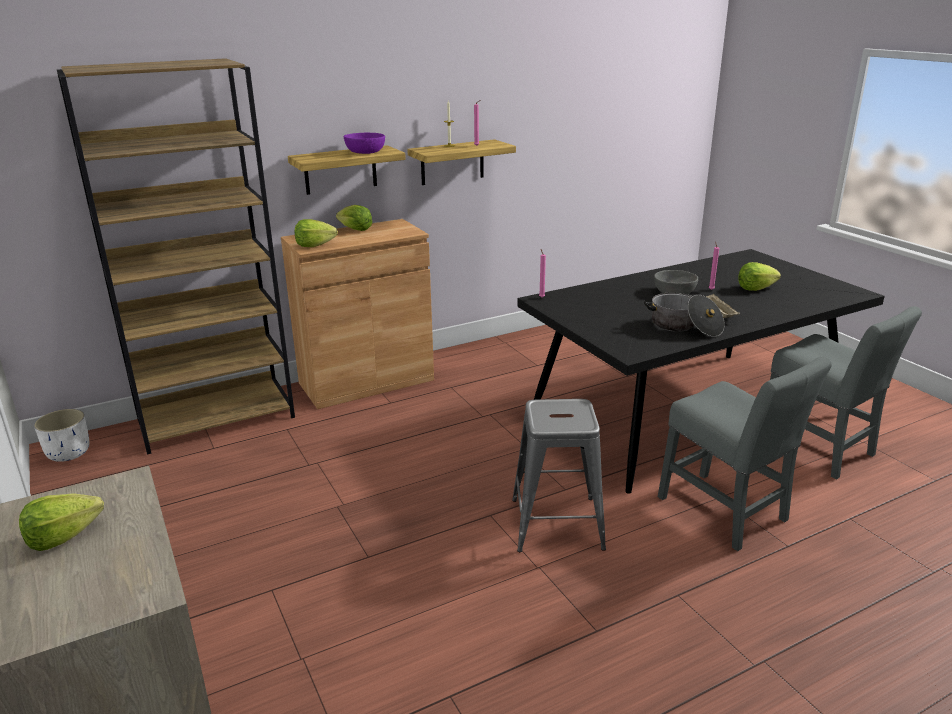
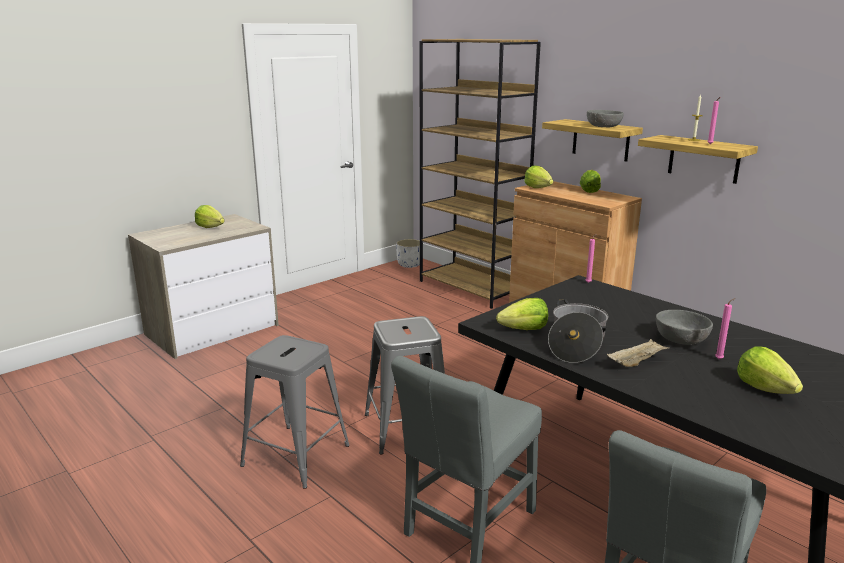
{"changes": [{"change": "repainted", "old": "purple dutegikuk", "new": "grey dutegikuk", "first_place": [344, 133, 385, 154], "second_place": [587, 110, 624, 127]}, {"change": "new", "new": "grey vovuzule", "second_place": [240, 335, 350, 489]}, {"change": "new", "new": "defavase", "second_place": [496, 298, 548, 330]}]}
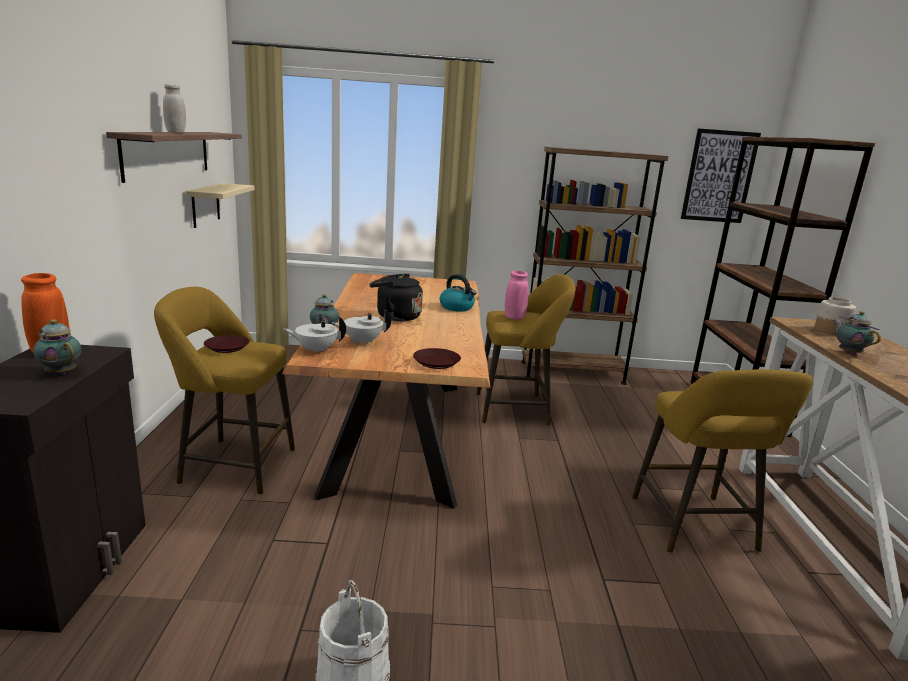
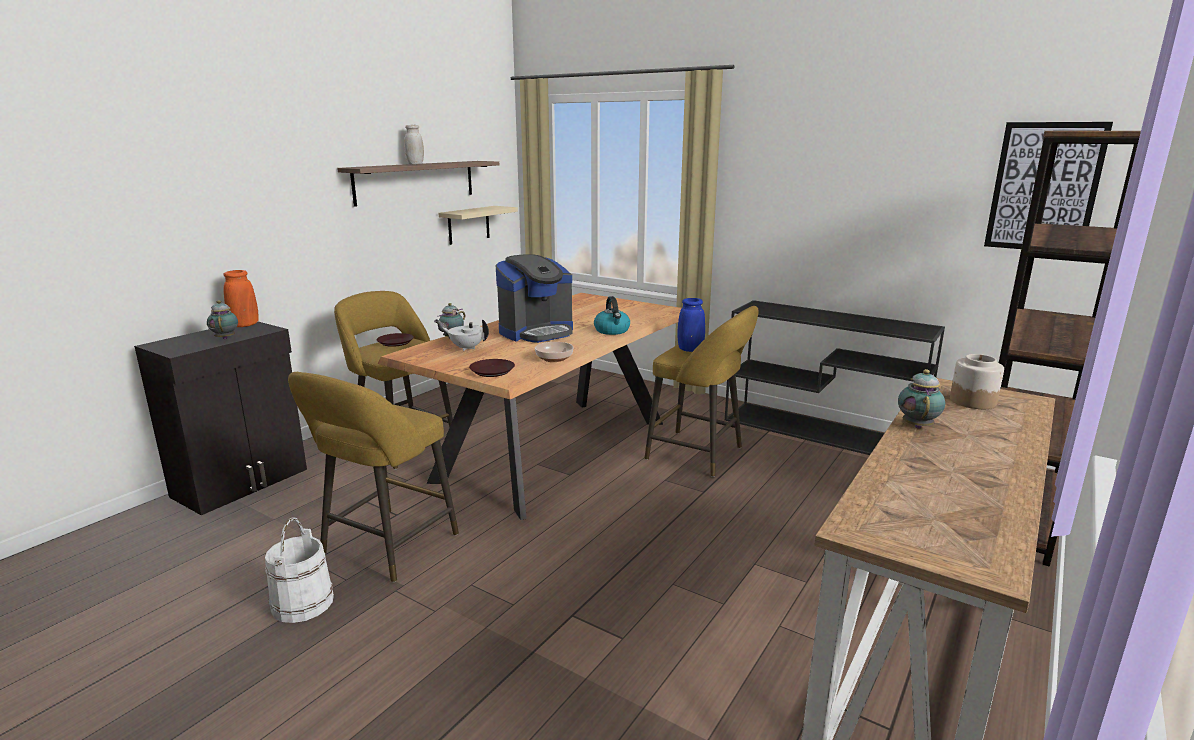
{"changes": [{"change": "gone", "old": "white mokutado", "first_place": [284, 316, 346, 354]}, {"change": "swapped", "old": "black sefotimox", "new": "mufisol", "first_place": [369, 273, 423, 321], "second_place": [496, 254, 573, 343]}, {"change": "repainted", "old": "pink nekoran", "new": "blue nekoran", "first_place": [505, 271, 529, 319], "second_place": [677, 298, 705, 352]}, {"change": "swapped", "old": "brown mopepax", "new": "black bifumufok", "first_place": [521, 147, 669, 385], "second_place": [725, 300, 945, 455]}, {"change": "shifted", "old": "yellow vovuzule", "first_place": [632, 369, 813, 553], "second_place": [288, 372, 459, 583]}, {"change": "new", "new": "dutegikuk", "second_place": [535, 342, 573, 362]}]}
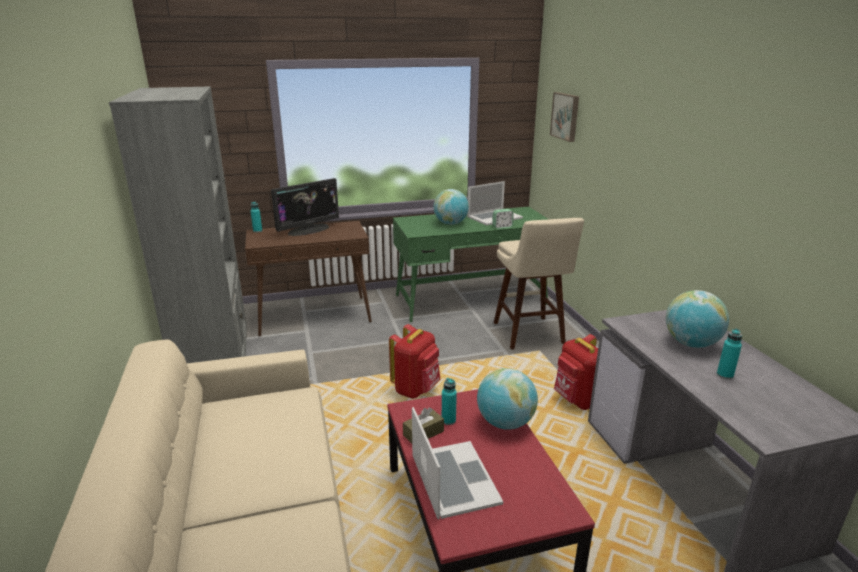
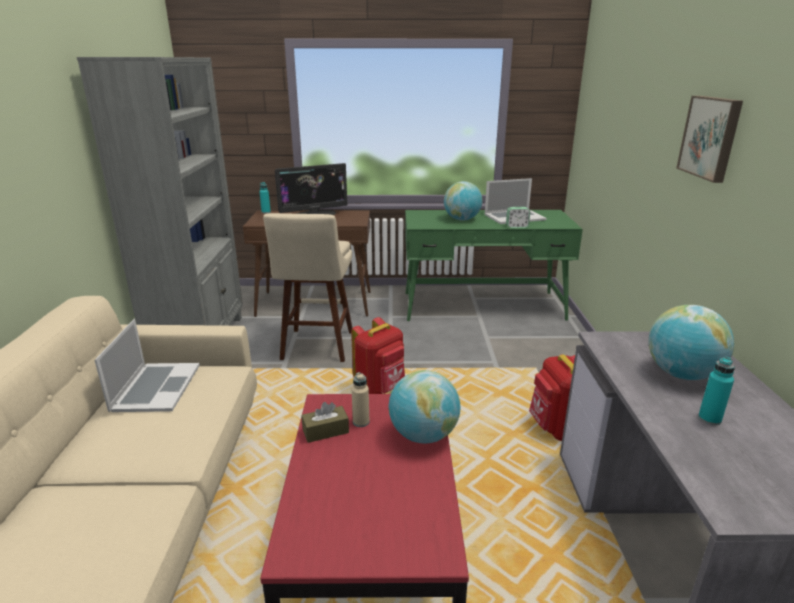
{"changes": [{"change": "shifted", "old": "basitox", "first_place": [412, 407, 503, 519], "second_place": [95, 319, 200, 412]}, {"change": "repainted", "old": "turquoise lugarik", "new": "beige lugarik", "first_place": [442, 378, 457, 425], "second_place": [352, 372, 370, 427]}, {"change": "shifted", "old": "beige vovuzule", "first_place": [494, 218, 584, 350], "second_place": [263, 213, 352, 362]}, {"change": "shifted", "old": "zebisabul", "first_place": [550, 92, 579, 142], "second_place": [676, 96, 743, 183]}]}
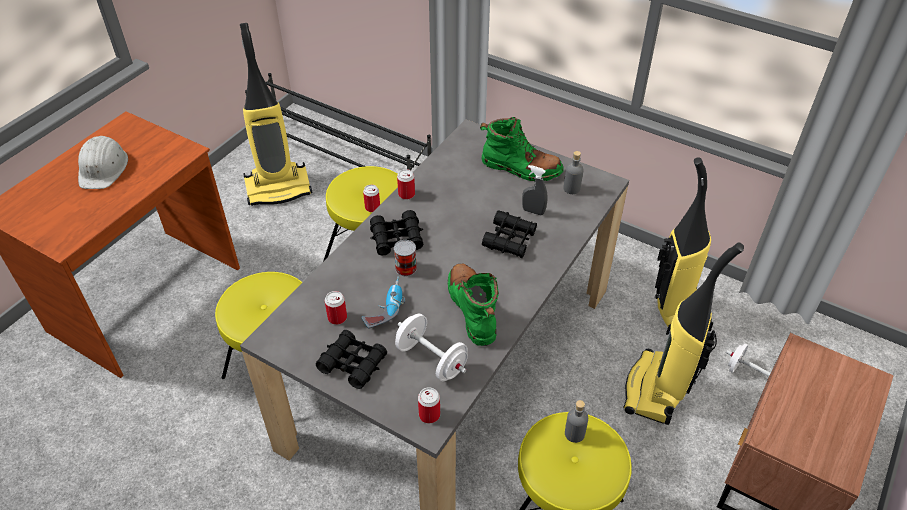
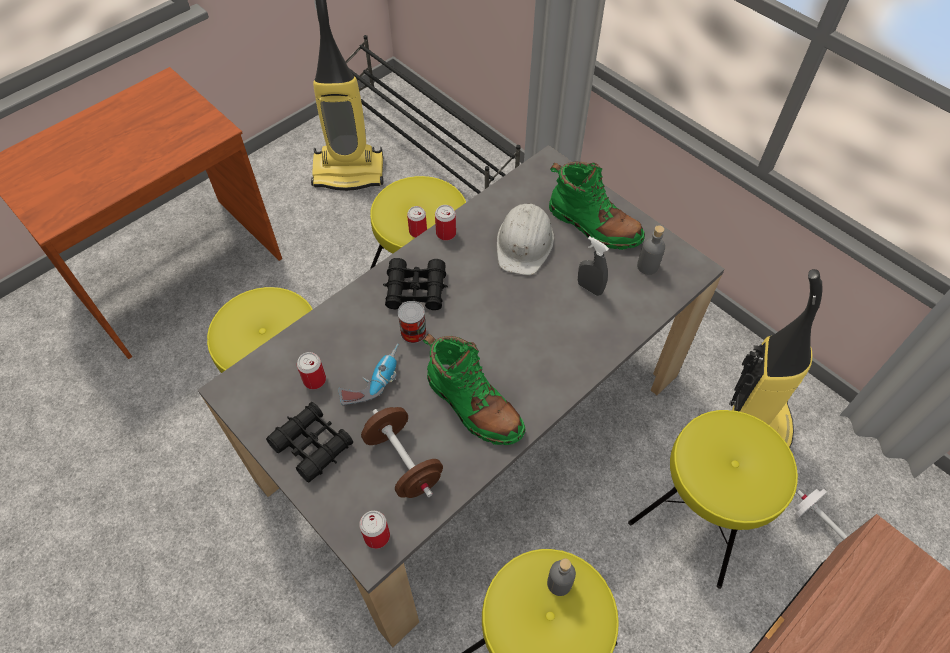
{"changes": [{"change": "shifted", "old": "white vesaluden", "first_place": [78, 136, 128, 189], "second_place": [497, 203, 554, 275]}, {"change": "repainted", "old": "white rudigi", "new": "brown rudigi", "first_place": [395, 313, 468, 381], "second_place": [361, 407, 443, 498]}, {"change": "rotated", "old": "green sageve", "first_place": [448, 263, 499, 346], "second_place": [423, 334, 525, 445], "degrees": 135}, {"change": "gone", "old": "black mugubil", "first_place": [482, 211, 537, 258]}, {"change": "swapped", "old": "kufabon", "new": "yellow vovuzule", "first_place": [624, 242, 744, 425], "second_place": [628, 410, 798, 589]}]}
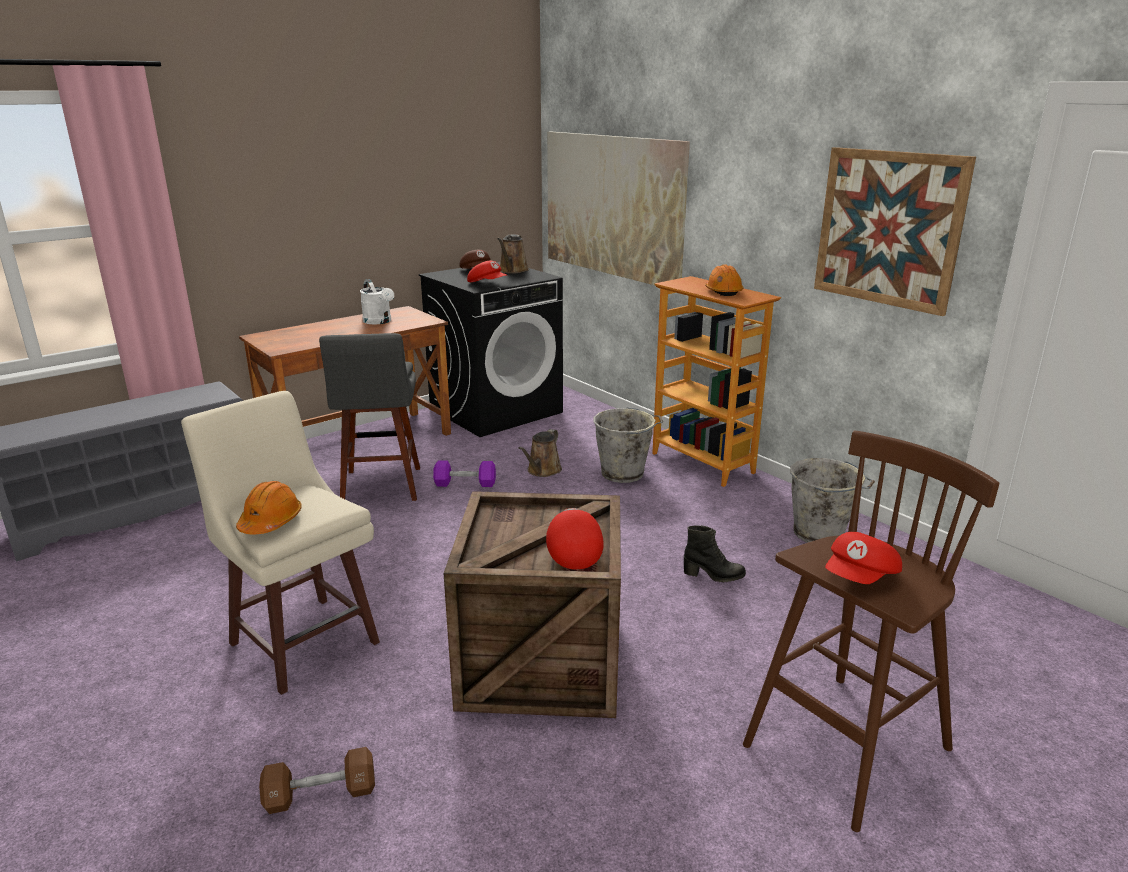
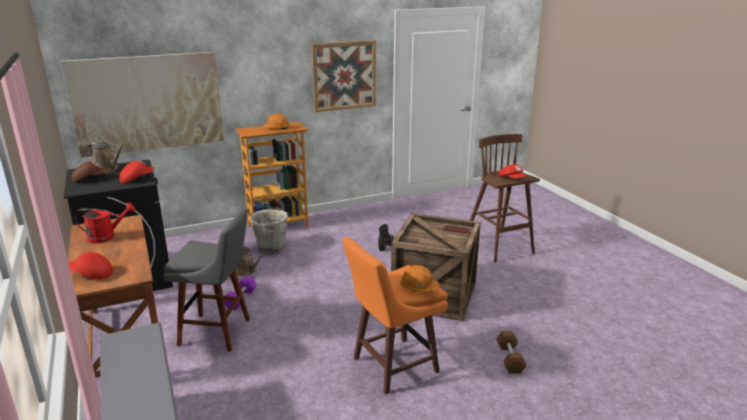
{"changes": [{"change": "repainted", "old": "beige vovuzule", "new": "orange vovuzule", "first_place": [181, 391, 380, 695], "second_place": [343, 237, 448, 394]}, {"change": "repainted", "old": "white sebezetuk", "new": "red sebezetuk", "first_place": [360, 279, 394, 325], "second_place": [75, 203, 135, 243]}, {"change": "shifted", "old": "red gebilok", "first_place": [546, 508, 604, 570], "second_place": [68, 252, 113, 279]}, {"change": "gone", "old": "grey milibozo", "first_place": [790, 458, 875, 543]}]}
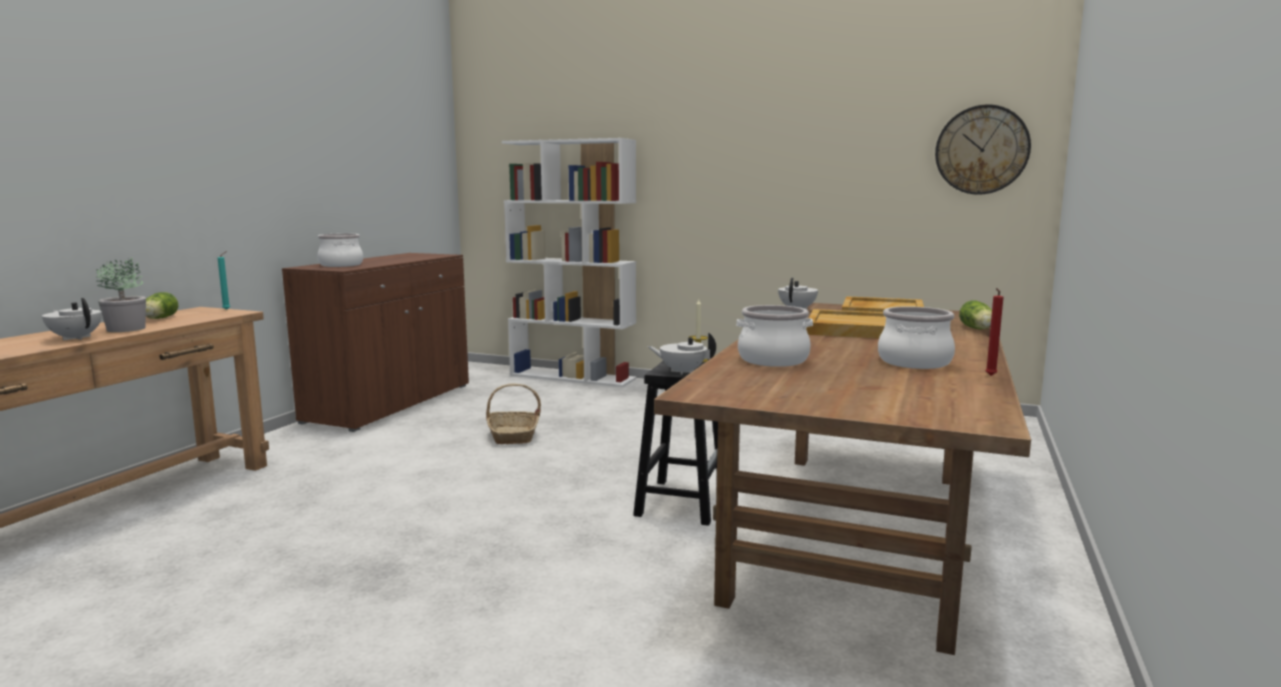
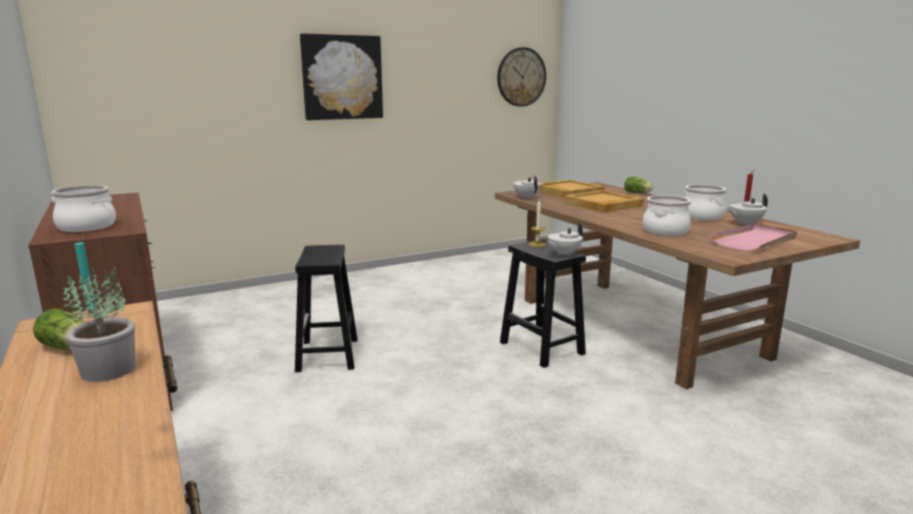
{"changes": [{"change": "shifted", "old": "white mokutado", "first_place": [42, 298, 102, 341], "second_place": [727, 193, 768, 225]}, {"change": "swapped", "old": "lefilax", "new": "black vovuzule", "first_place": [486, 384, 541, 444], "second_place": [295, 245, 358, 372]}, {"change": "gone", "old": "white mopepax", "first_place": [502, 138, 636, 387]}, {"change": "new", "new": "zebisabul", "second_place": [300, 33, 383, 120]}, {"change": "new", "new": "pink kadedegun", "second_place": [710, 223, 797, 251]}]}
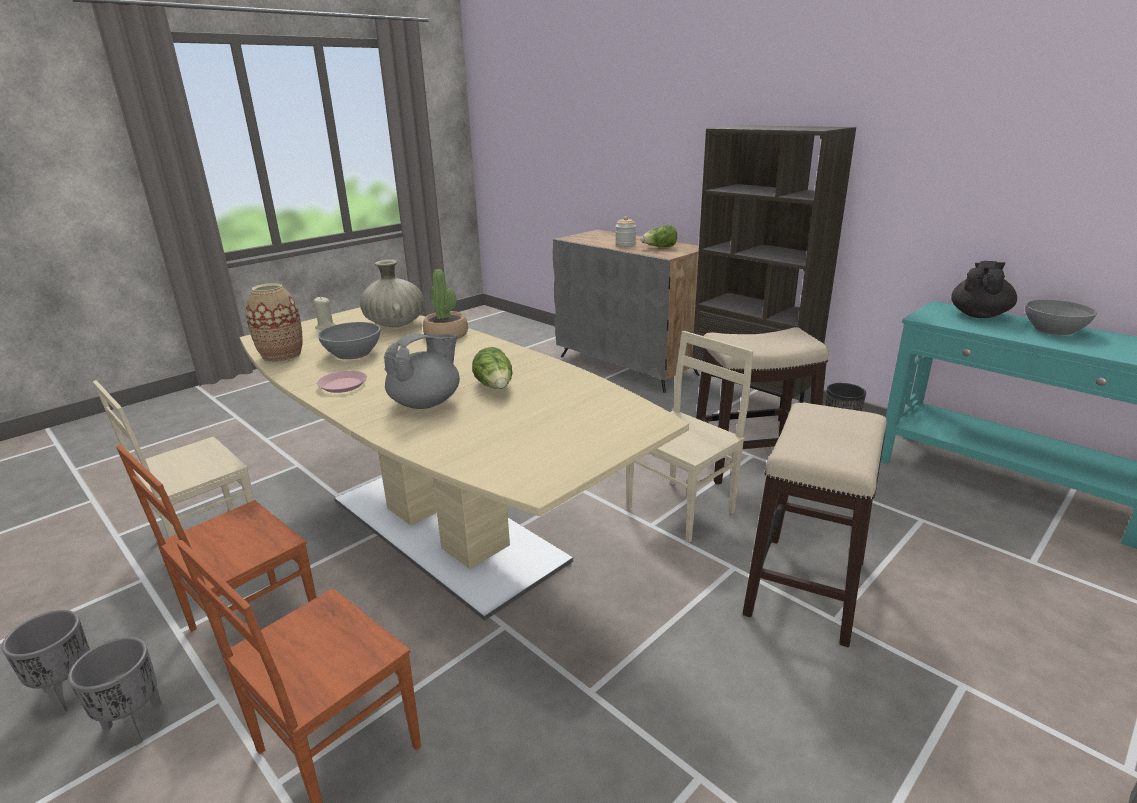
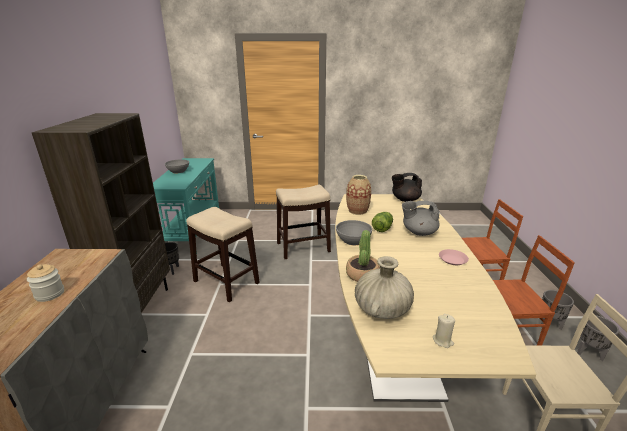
{"changes": [{"change": "shifted", "old": "nekoran", "first_place": [246, 283, 303, 363], "second_place": [346, 175, 371, 215]}, {"change": "shifted", "old": "grey dutegikuk", "first_place": [318, 322, 380, 360], "second_place": [336, 220, 372, 245]}, {"change": "gone", "old": "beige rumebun", "first_place": [626, 331, 753, 543]}, {"change": "gone", "old": "defavase", "first_place": [640, 225, 677, 247]}, {"change": "shifted", "old": "black mokutado", "first_place": [951, 261, 1017, 318], "second_place": [392, 173, 422, 202]}]}
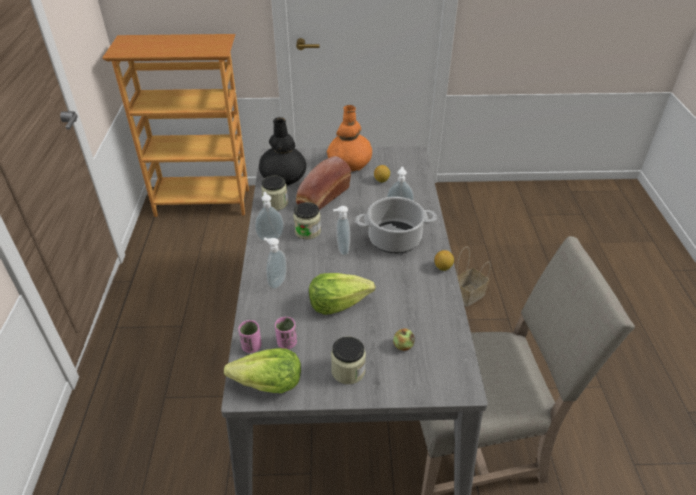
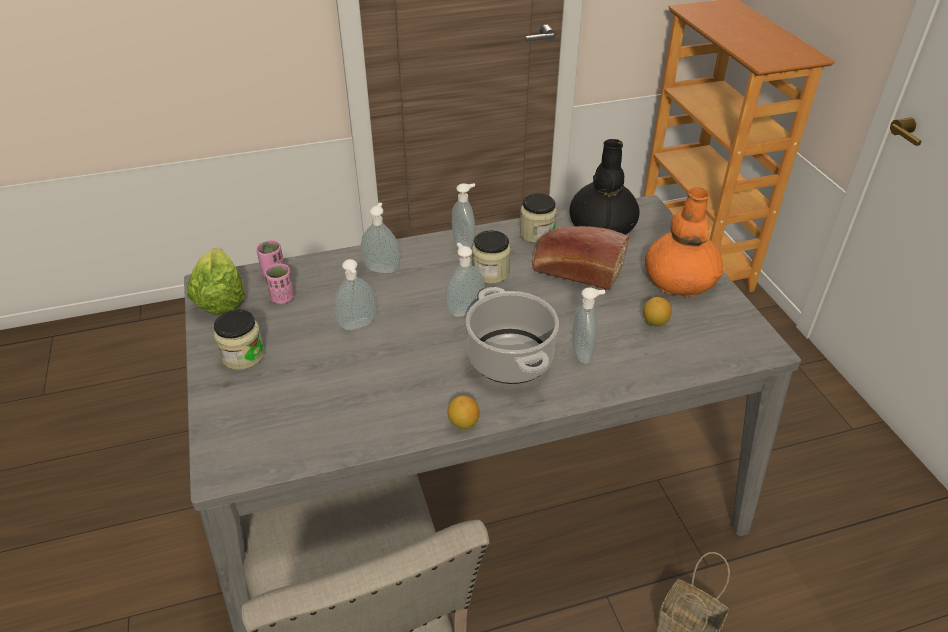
{"changes": [{"change": "swapped", "old": "defavase", "new": "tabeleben", "first_place": [309, 273, 375, 315], "second_place": [334, 259, 377, 330]}, {"change": "gone", "old": "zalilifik", "first_place": [393, 328, 415, 351]}]}
